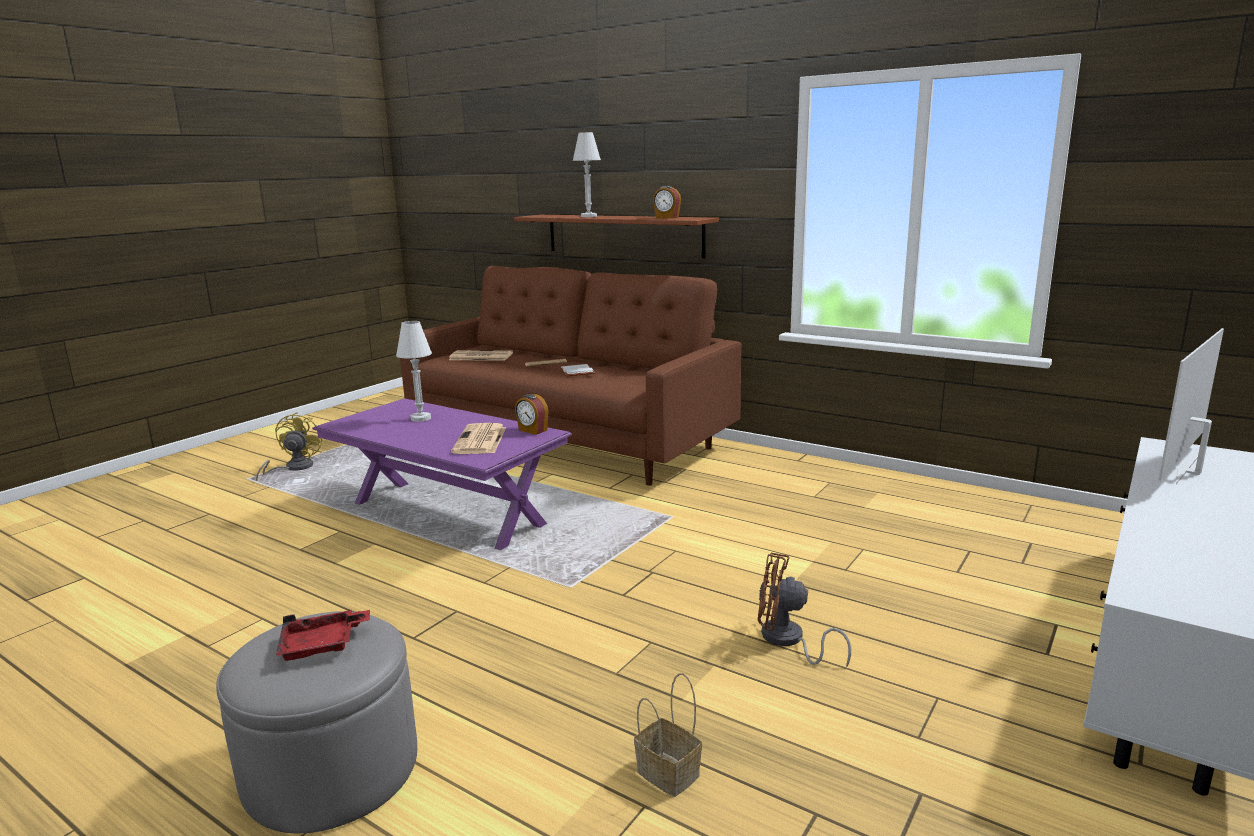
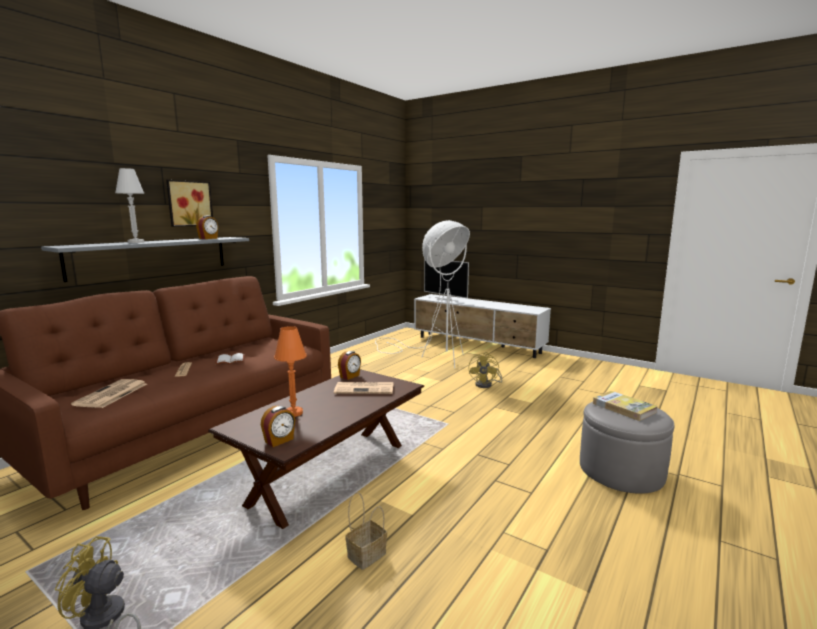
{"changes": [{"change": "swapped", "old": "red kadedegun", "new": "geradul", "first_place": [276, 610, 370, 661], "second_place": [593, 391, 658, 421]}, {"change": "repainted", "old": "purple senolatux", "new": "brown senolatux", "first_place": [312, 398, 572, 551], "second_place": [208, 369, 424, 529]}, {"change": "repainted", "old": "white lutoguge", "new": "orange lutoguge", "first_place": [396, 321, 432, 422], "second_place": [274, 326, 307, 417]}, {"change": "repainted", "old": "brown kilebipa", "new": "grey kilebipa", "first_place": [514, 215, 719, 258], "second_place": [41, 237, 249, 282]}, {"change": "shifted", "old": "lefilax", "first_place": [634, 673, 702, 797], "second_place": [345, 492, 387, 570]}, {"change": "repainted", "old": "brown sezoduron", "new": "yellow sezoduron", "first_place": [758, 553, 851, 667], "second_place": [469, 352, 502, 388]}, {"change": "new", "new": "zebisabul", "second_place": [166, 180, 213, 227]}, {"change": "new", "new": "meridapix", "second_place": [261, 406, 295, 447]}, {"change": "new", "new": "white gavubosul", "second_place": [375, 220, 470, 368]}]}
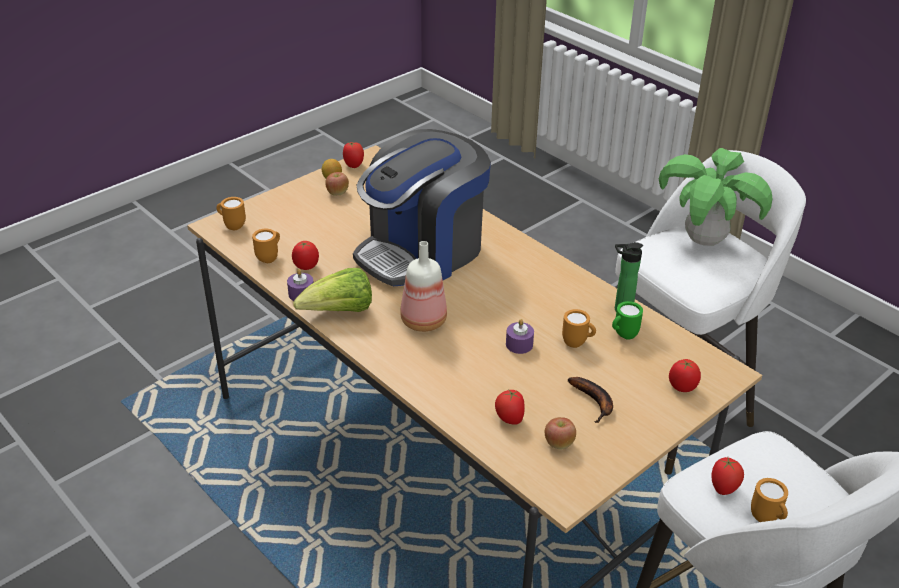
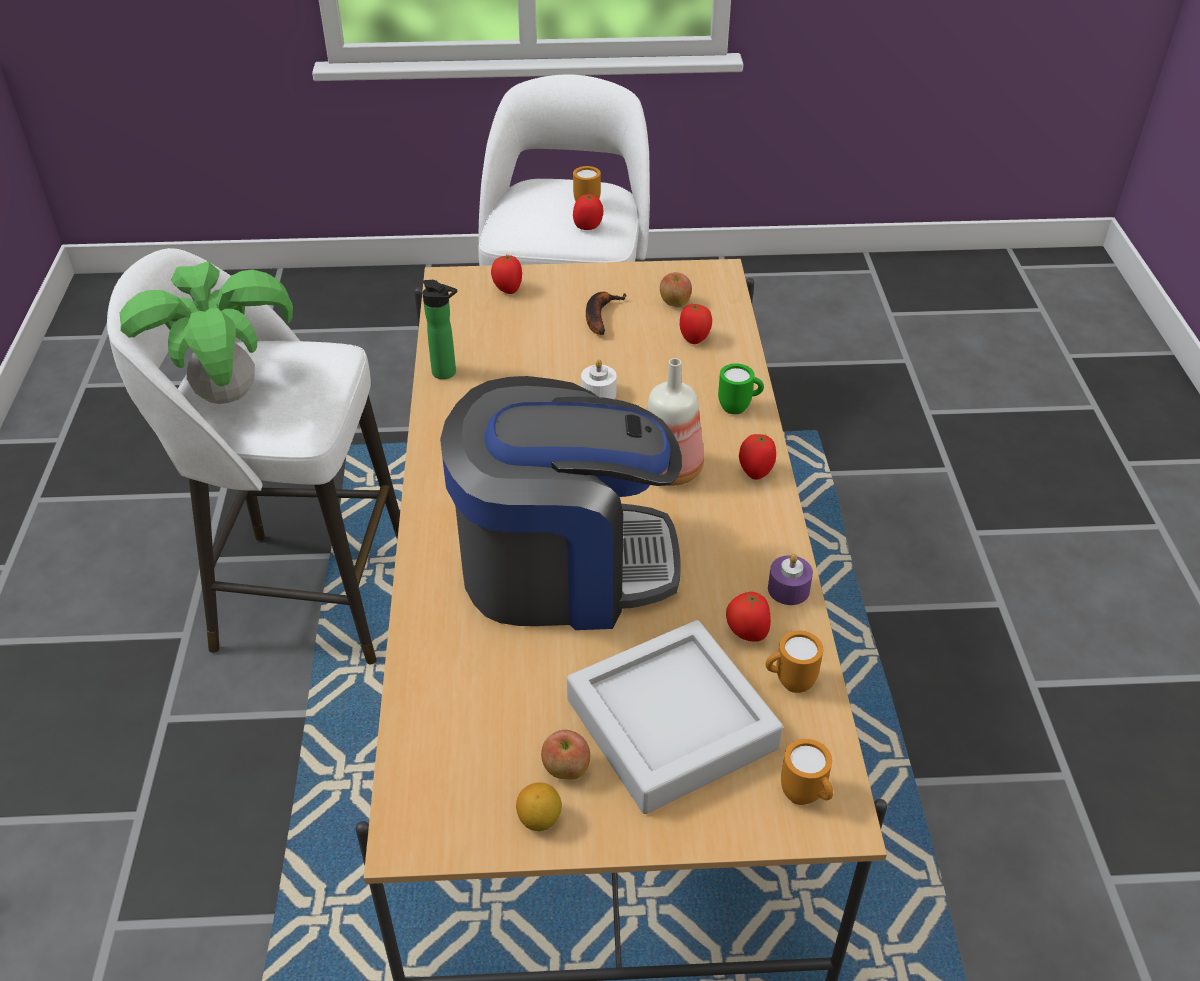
{"changes": [{"change": "gone", "old": "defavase", "first_place": [293, 268, 372, 312]}, {"change": "shifted", "old": "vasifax", "first_place": [343, 142, 364, 168], "second_place": [739, 434, 776, 480]}, {"change": "repainted", "old": "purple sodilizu", "new": "white sodilizu", "first_place": [506, 319, 534, 354], "second_place": [581, 359, 617, 399]}, {"change": "gone", "old": "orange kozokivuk", "first_place": [562, 309, 596, 348]}, {"change": "shifted", "old": "green kozokivuk", "first_place": [612, 301, 643, 340], "second_place": [718, 363, 764, 414]}, {"change": "new", "new": "grey kadedegun", "second_place": [567, 620, 783, 814]}]}
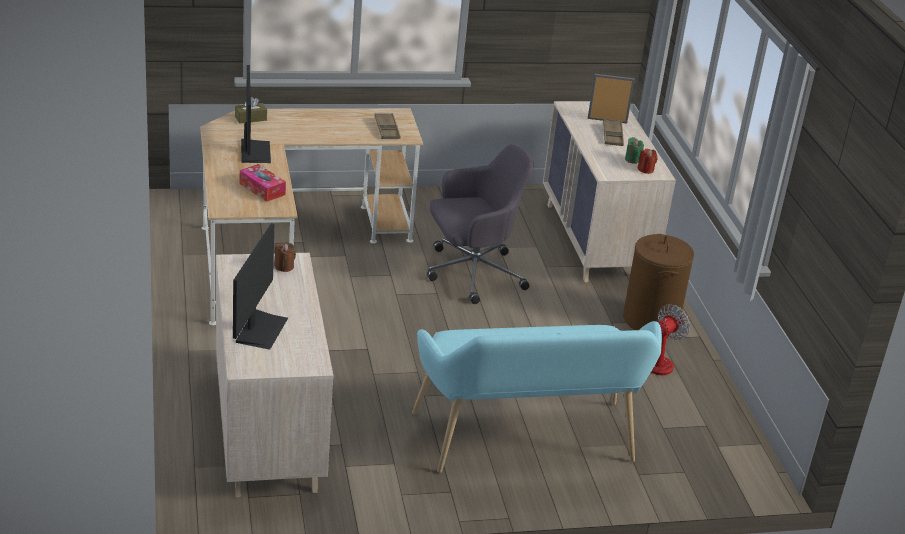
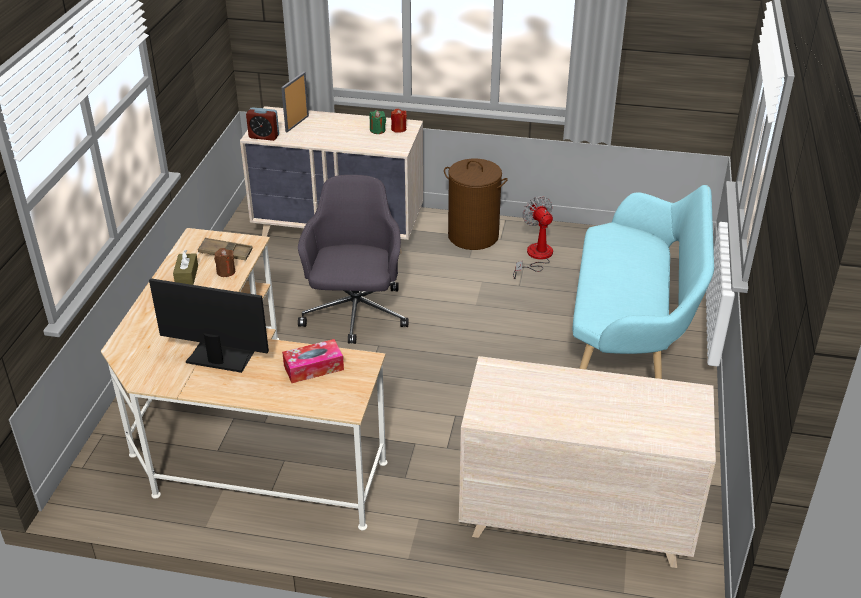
{"changes": [{"change": "gone", "old": "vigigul", "first_place": [233, 223, 288, 350]}, {"change": "shifted", "old": "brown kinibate", "first_place": [235, 97, 267, 124], "second_place": [173, 250, 198, 285]}, {"change": "shifted", "old": "brown sodilizu", "first_place": [274, 242, 296, 272], "second_place": [214, 248, 235, 277]}, {"change": "gone", "old": "brown kadedegun", "first_place": [603, 119, 624, 146]}, {"change": "new", "new": "meridapix", "second_place": [246, 107, 279, 141]}]}
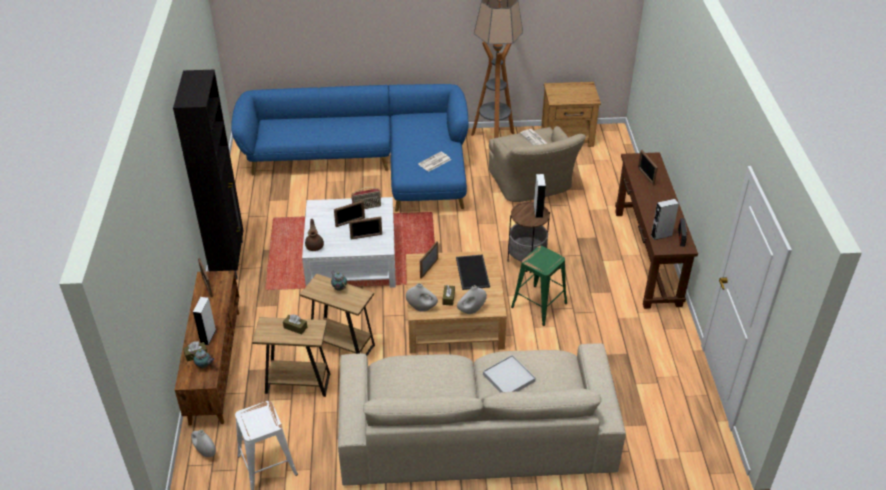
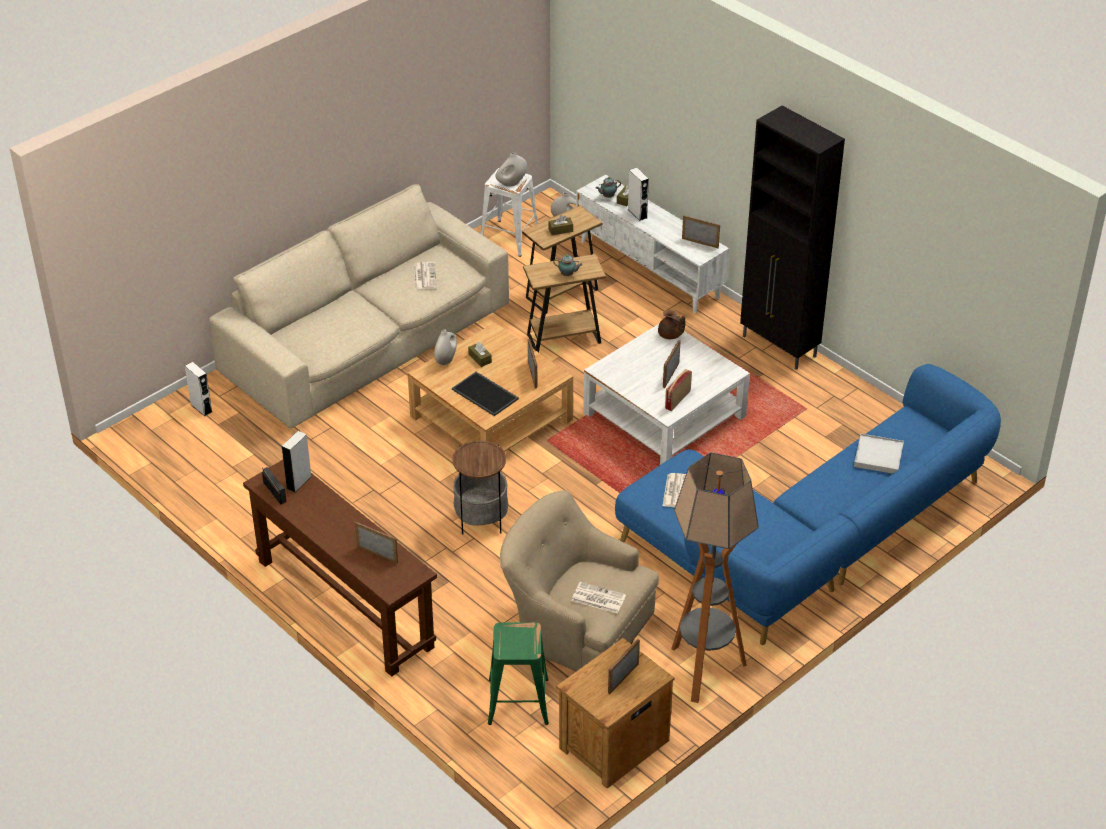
{"changes": [{"change": "repainted", "old": "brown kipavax", "new": "white kipavax", "first_place": [175, 270, 240, 426], "second_place": [576, 175, 729, 313]}, {"change": "shifted", "old": "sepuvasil", "first_place": [349, 216, 382, 239], "second_place": [608, 639, 640, 694]}, {"change": "shifted", "old": "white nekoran", "first_place": [406, 283, 438, 312], "second_place": [496, 152, 527, 187]}, {"change": "shifted", "old": "white kadedegun", "first_place": [483, 355, 536, 393], "second_place": [854, 434, 904, 474]}, {"change": "shifted", "old": "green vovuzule", "first_place": [511, 246, 567, 326], "second_place": [488, 622, 549, 725]}, {"change": "shifted", "old": "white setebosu", "first_place": [533, 174, 546, 218], "second_place": [185, 362, 212, 417]}, {"change": "new", "new": "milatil", "second_place": [414, 262, 437, 290]}]}
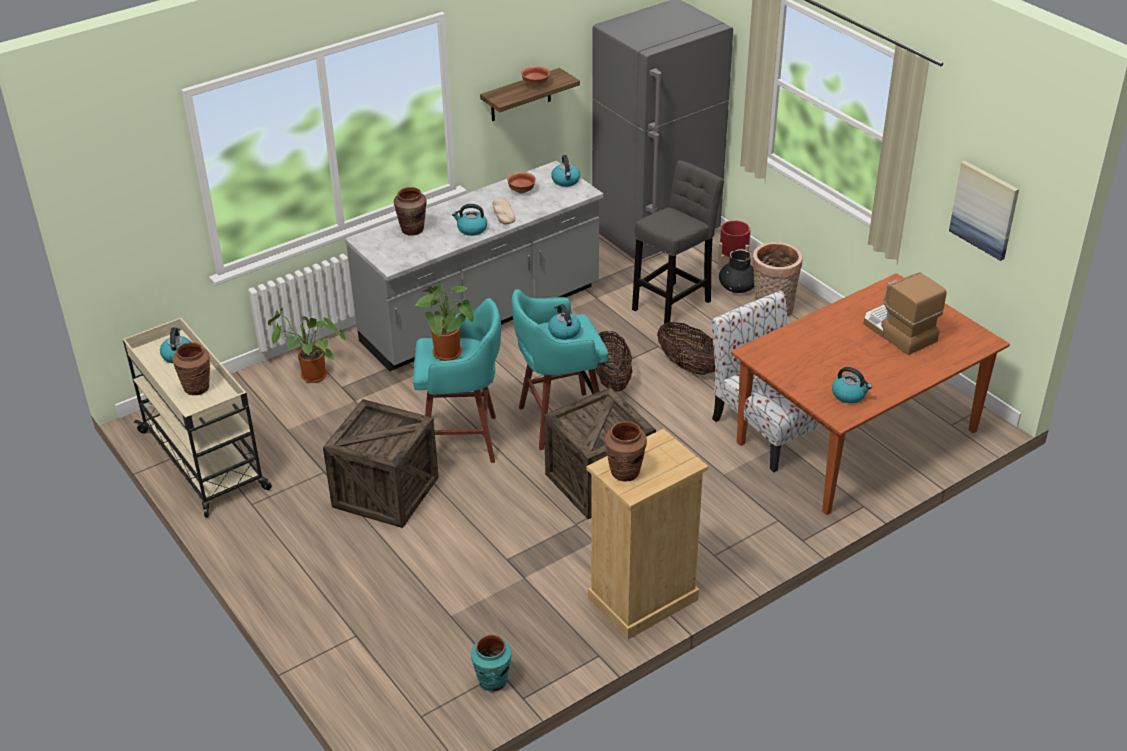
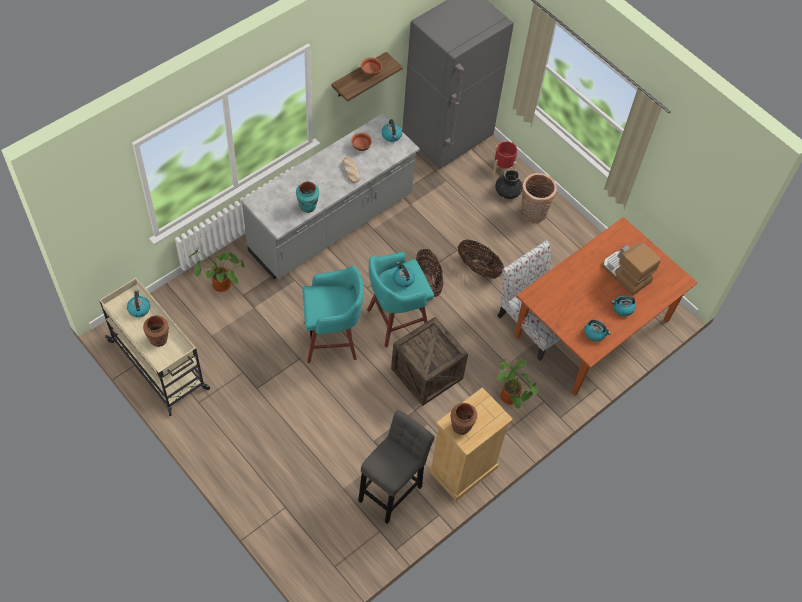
{"changes": [{"change": "gone", "old": "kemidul", "first_place": [323, 399, 439, 528]}, {"change": "gone", "old": "brown nekoran", "first_place": [394, 187, 426, 236]}, {"change": "shifted", "old": "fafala", "first_place": [415, 283, 474, 361], "second_place": [496, 359, 538, 409]}, {"change": "shifted", "old": "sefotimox", "first_place": [452, 204, 487, 236], "second_place": [611, 295, 635, 316]}, {"change": "shifted", "old": "turquoise nekoran", "first_place": [471, 635, 512, 692], "second_place": [296, 182, 319, 213]}, {"change": "shifted", "old": "grey vovuzule", "first_place": [632, 160, 724, 323], "second_place": [358, 410, 435, 524]}, {"change": "gone", "old": "zebisabul", "first_place": [949, 161, 1019, 261]}]}
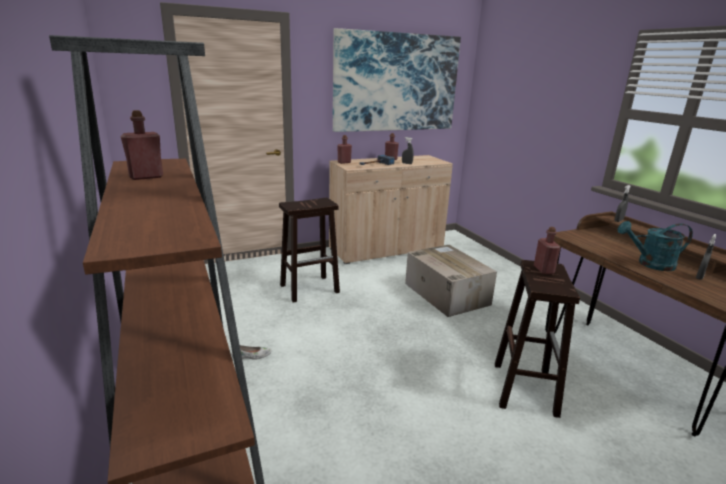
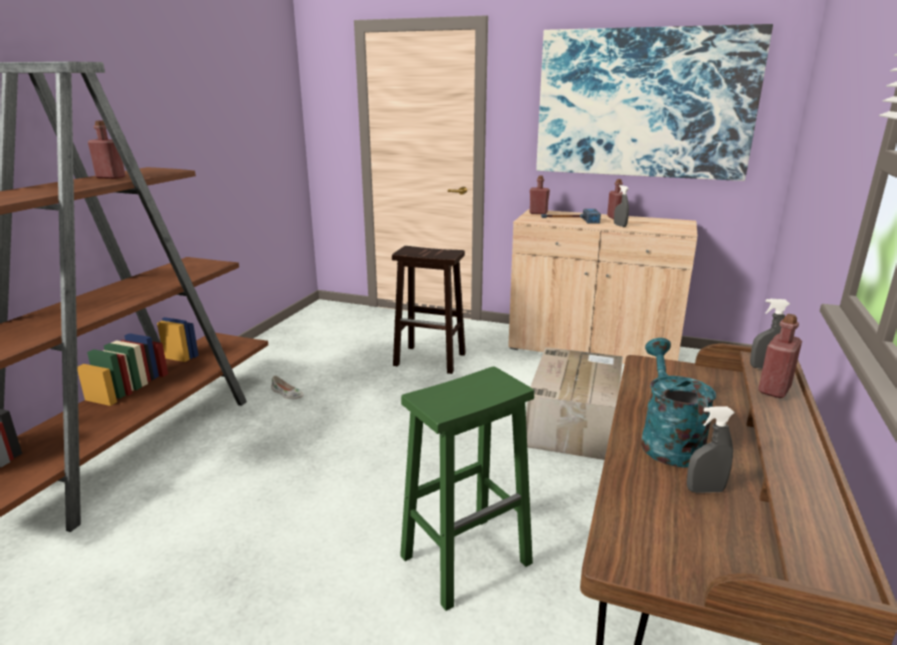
{"changes": [{"change": "repainted", "old": "brown vovuzule", "new": "green vovuzule", "first_place": [495, 260, 580, 418], "second_place": [400, 366, 534, 611]}, {"change": "shifted", "old": "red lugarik", "first_place": [534, 227, 561, 274], "second_place": [758, 314, 802, 398]}, {"change": "rotated", "old": "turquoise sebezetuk", "first_place": [618, 221, 693, 271], "second_place": [641, 338, 716, 468], "degrees": 45}]}
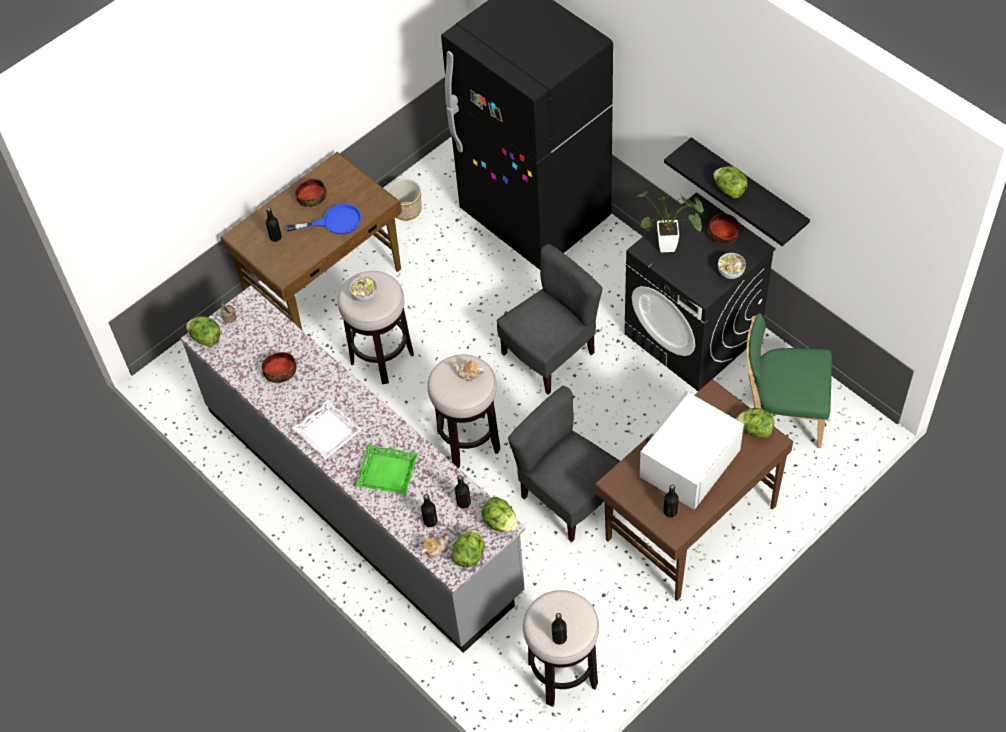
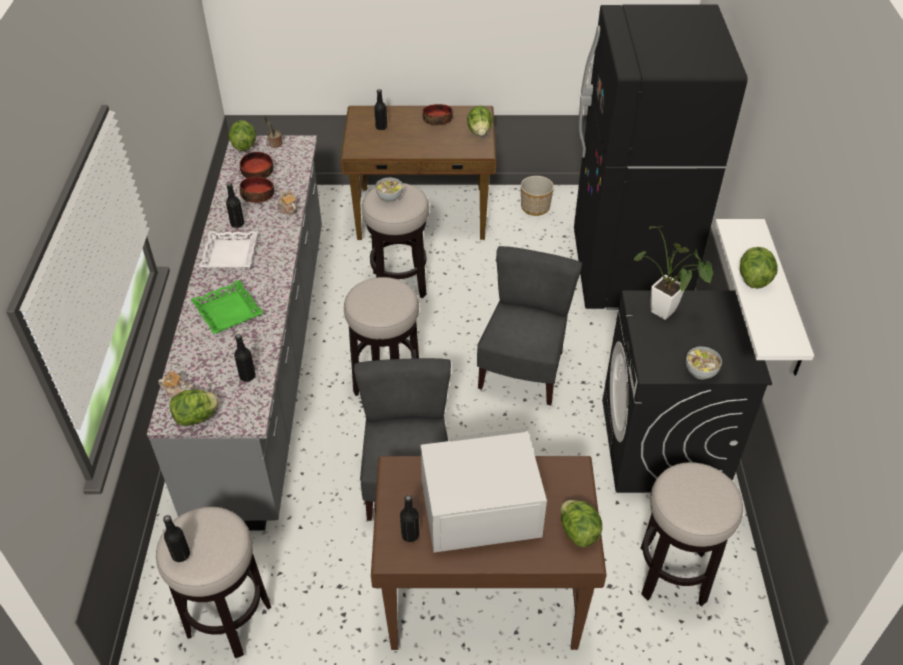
{"changes": [{"change": "gone", "old": "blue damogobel", "first_place": [286, 204, 361, 235]}, {"change": "shifted", "old": "black lugarik", "first_place": [421, 494, 438, 527], "second_place": [226, 183, 244, 228]}, {"change": "shifted", "old": "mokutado", "first_place": [454, 360, 484, 382], "second_place": [278, 190, 297, 215]}, {"change": "shifted", "old": "defavase", "first_place": [482, 497, 518, 532], "second_place": [467, 105, 493, 136]}, {"change": "rotated", "old": "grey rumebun", "first_place": [497, 244, 602, 395], "second_place": [477, 246, 582, 405], "degrees": -75}, {"change": "repainted", "old": "black kilebipa", "new": "white kilebipa", "first_place": [664, 137, 810, 246], "second_place": [715, 219, 814, 375]}, {"change": "shifted", "old": "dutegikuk", "first_place": [707, 214, 740, 245], "second_place": [240, 152, 273, 178]}, {"change": "swapped", "old": "green rumebun", "new": "vovuzule", "first_place": [747, 313, 832, 448], "second_place": [640, 462, 743, 606]}]}
